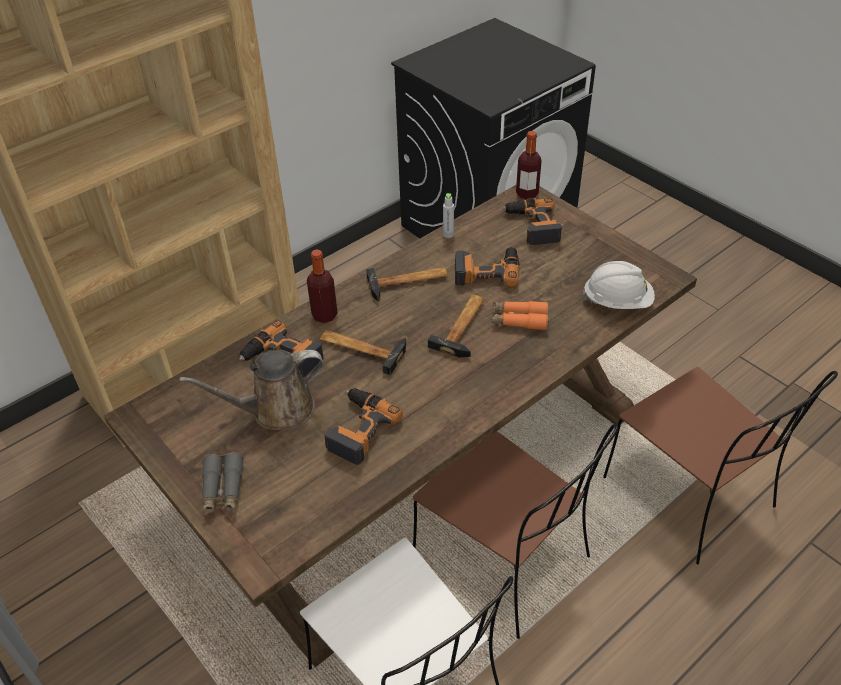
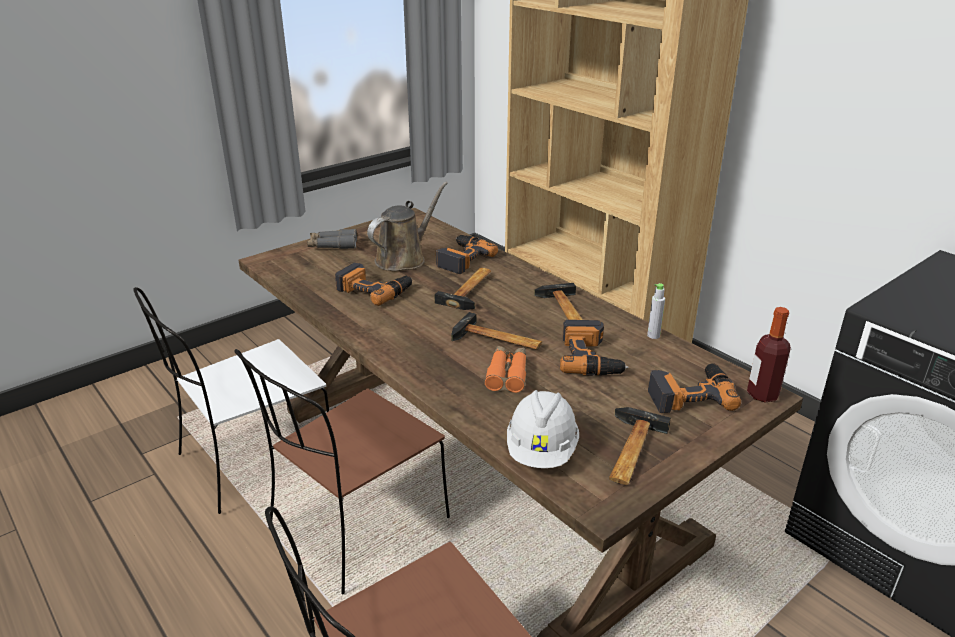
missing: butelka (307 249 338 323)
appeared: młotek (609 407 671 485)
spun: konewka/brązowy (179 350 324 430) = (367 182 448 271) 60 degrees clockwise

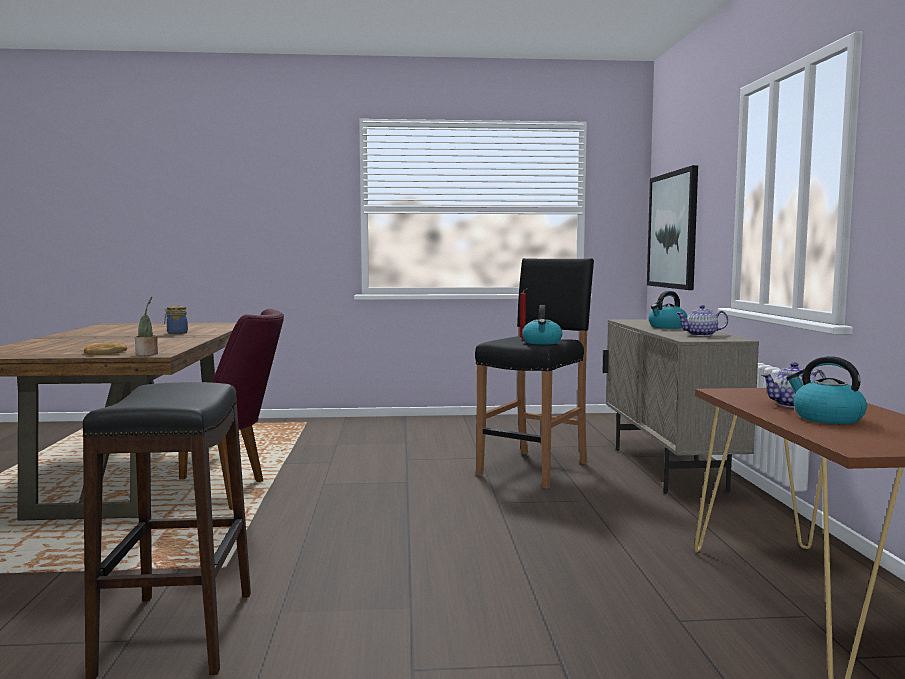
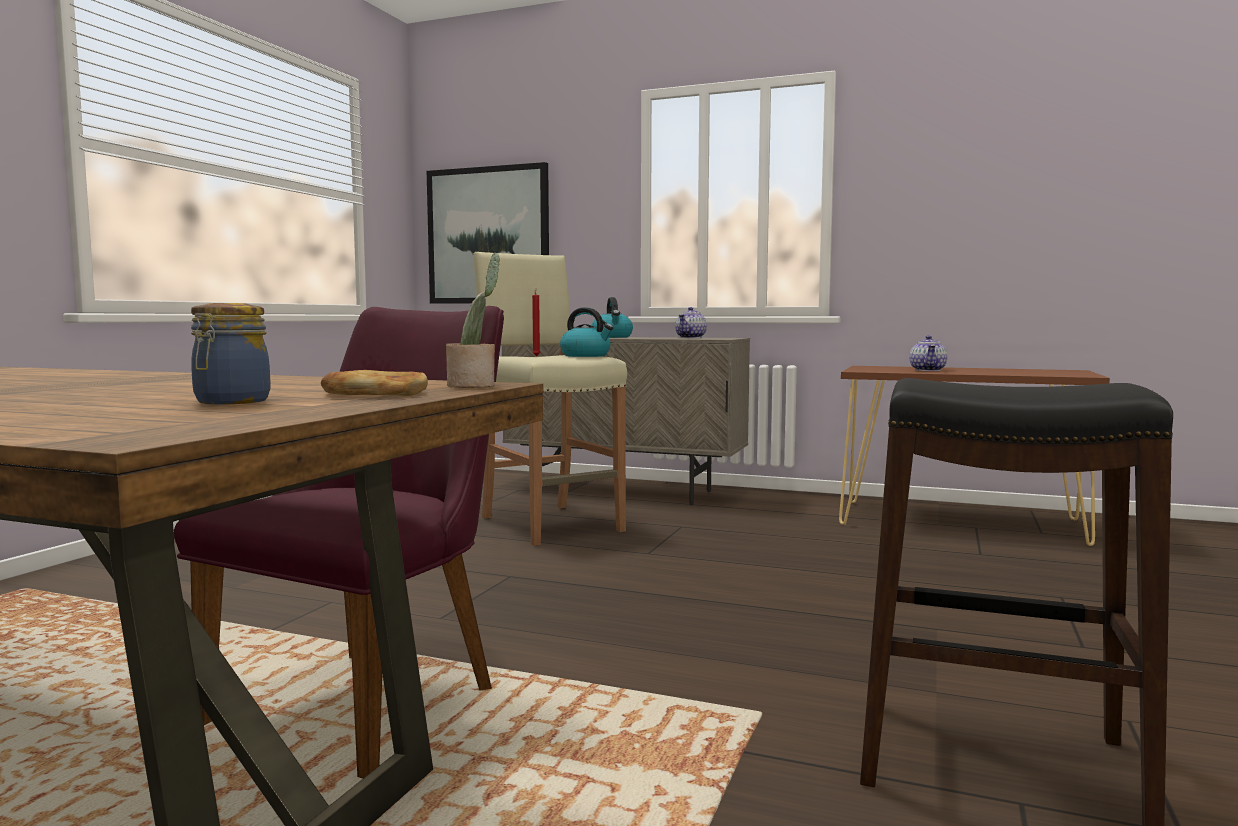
missing: czajnik (786 356 867 424)
relocated: słoik (164 306 188 334) to (191 303 270 405)
colour: stołek/czarny (475 258 594 488) to stołek/beżowy (473 252 627 546)

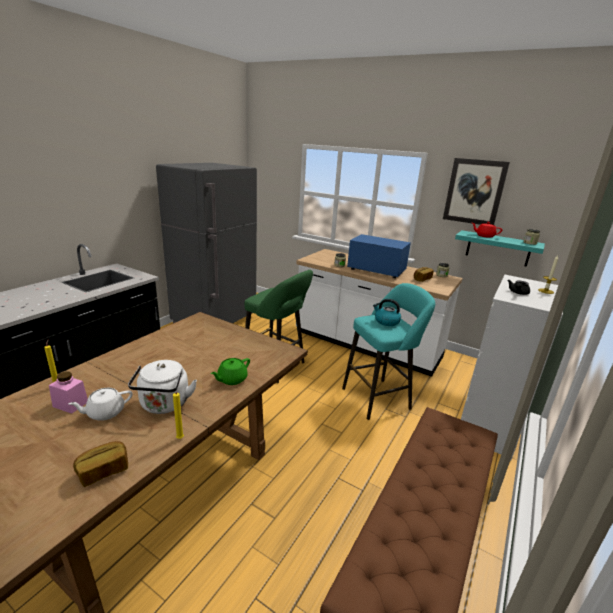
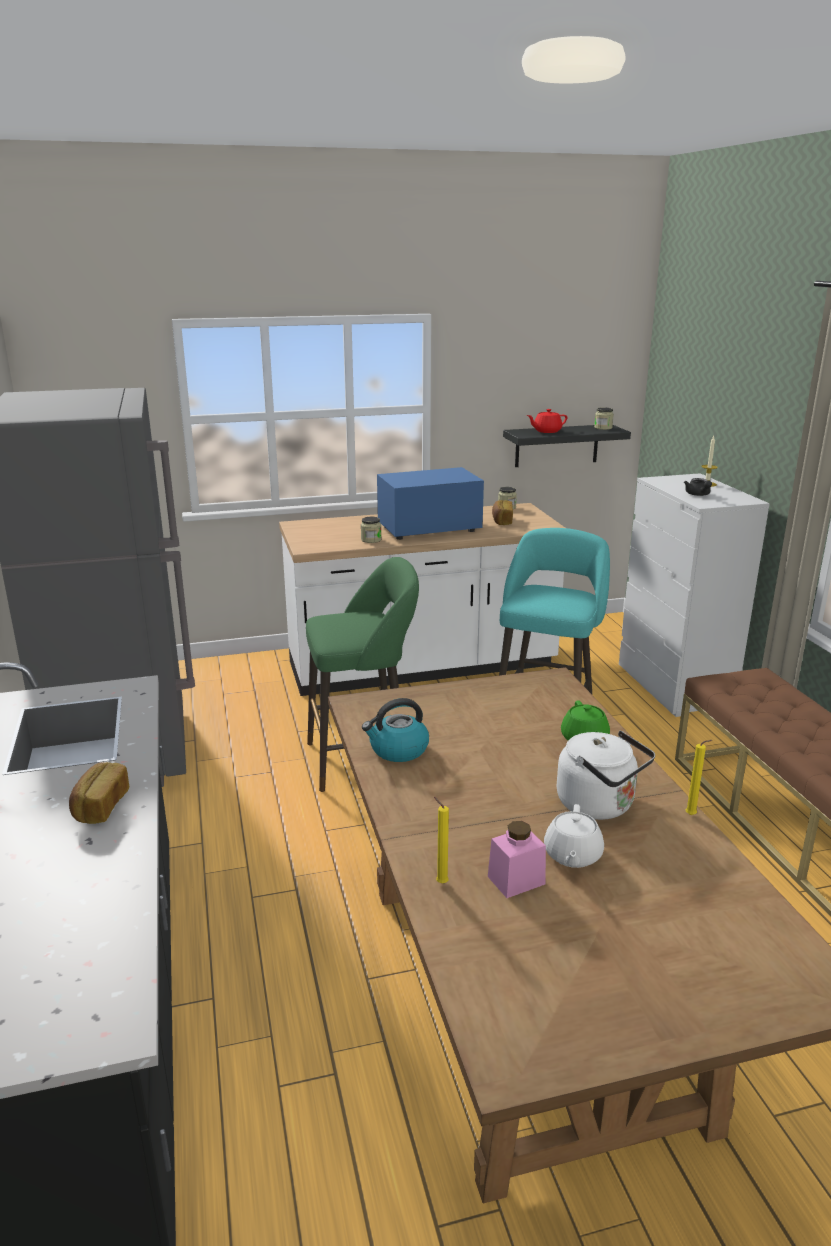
missing: obraz (443 158 510 225)
relocated: chleb (73 441 128 487) to (69 762 129 824); czajnik (373 299 401 326) to (362 698 429 762)
colour: półka/turkusowy (455 230 545 267) to półka/czarny (503 425 631 467)

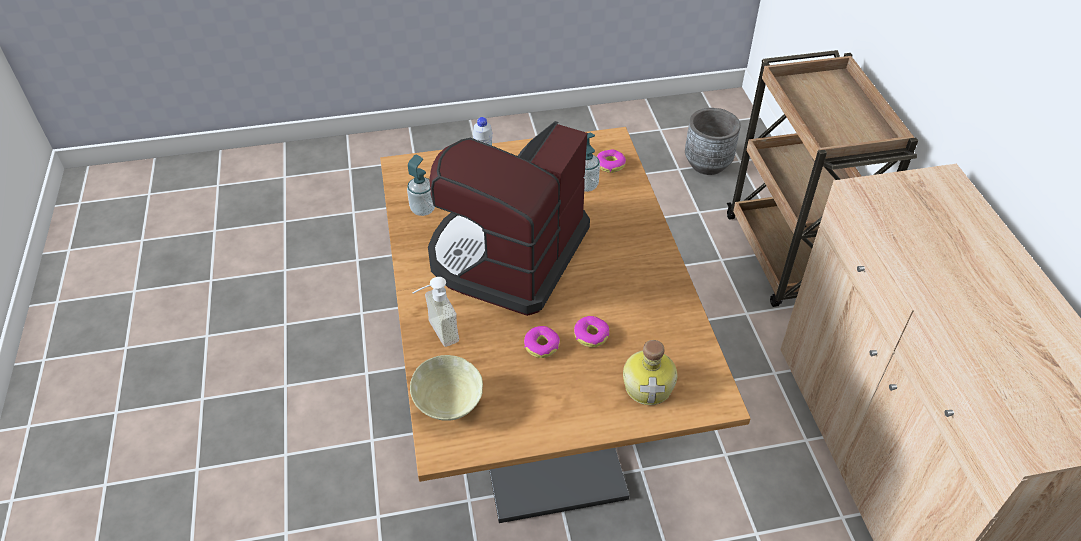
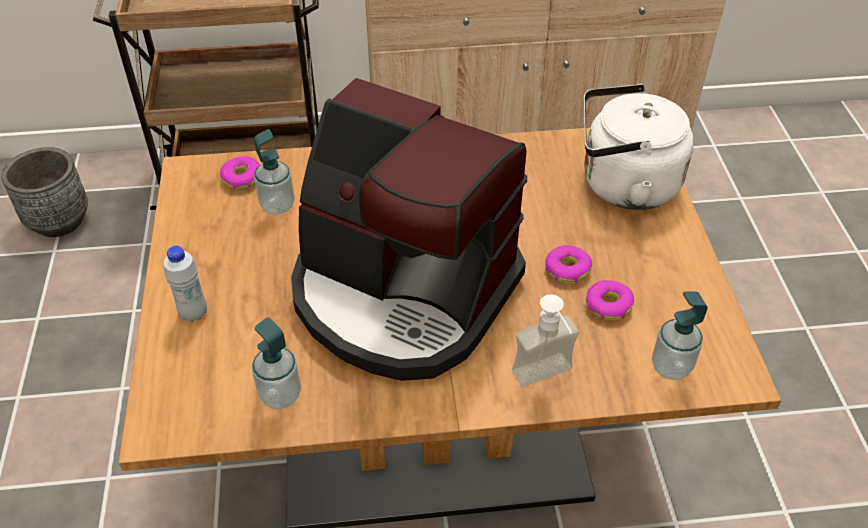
relocated: donut (574 316 609 347) to (586 280 634 321)
exchanged: miska/beżowy (410 355 483 421) to dozownik mydła (652 291 708 380); butelka (623 340 677 405) to czajnik/biały (584 84 694 210)

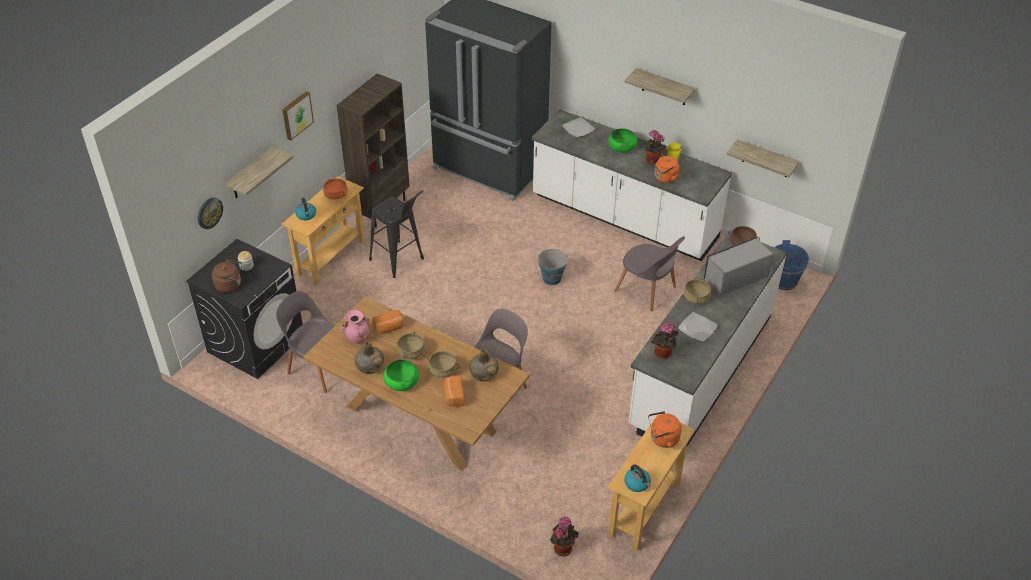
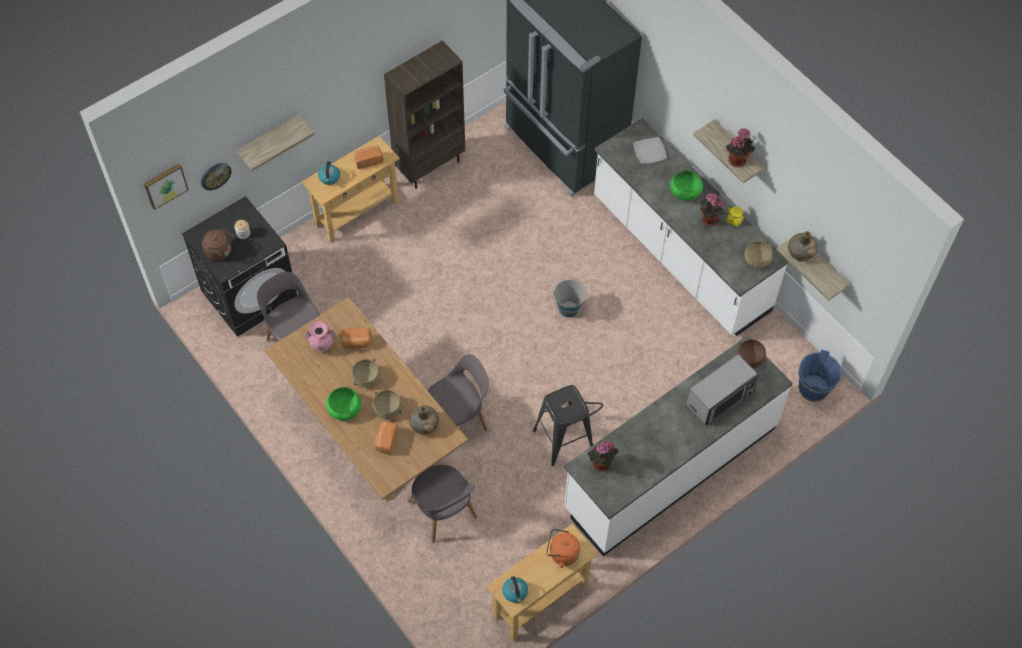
missing: czajnik/pomarańczowy (651 155 679 183); talerz (678 312 718 342)
relocated: obraz (282 91 314 140) to (144 164 189 210); butelka/zielony (355 341 384 374) to (788 231 818 261); stołek/czarny (369 190 424 278) to (533 385 603 466); roślina doniczkowa (550 516 579 557) to (726 128 755 167); krzesło/szary (615 236 685 311) to (408 465 477 543); garnek/beżowy (683 279 711 304) to (744 241 772 268)
exchanged: garnek/pomarańczowy (323 178 348 200) to chleb (354 146 384 169)
spun: mikrofalówka (704 237 773 296) = (687 354 759 425) 150 degrees clockwise

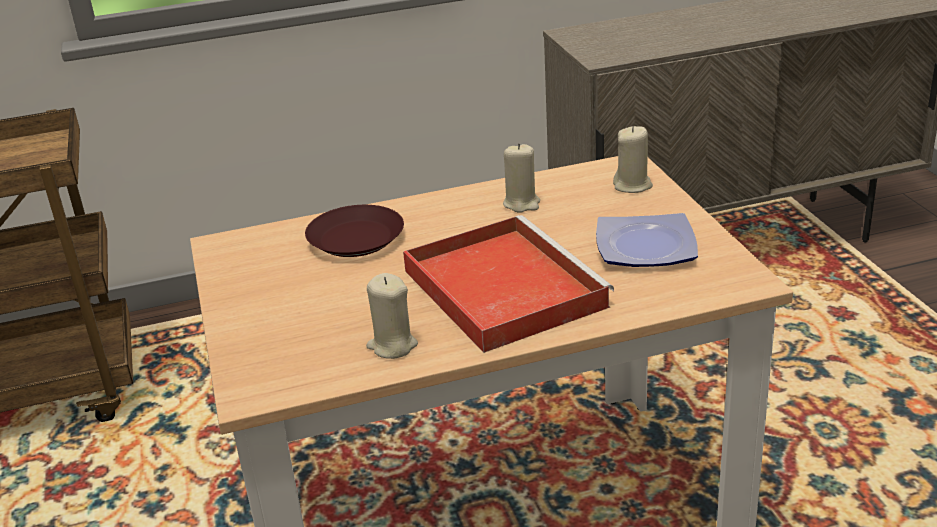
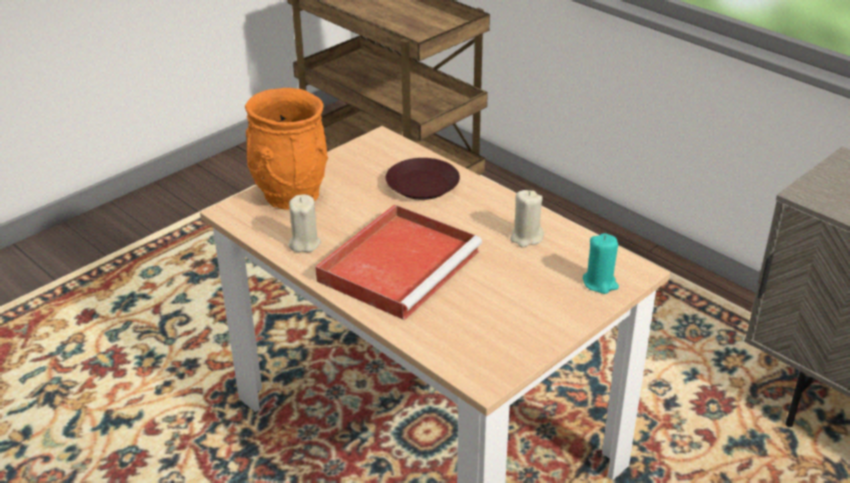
missing: talerz (596 213 698 267)
appeared: wazon/pomarańczowy (245 88 328 210)
colour: świeca/beżowy (613 126 653 193) to świeca/turkusowy (583 233 619 294)

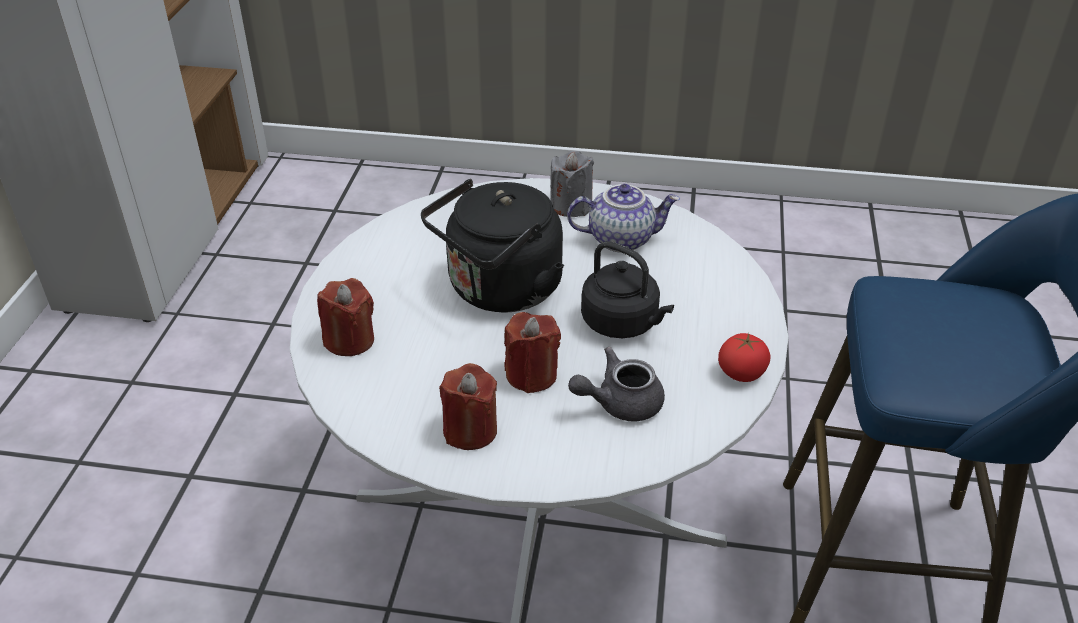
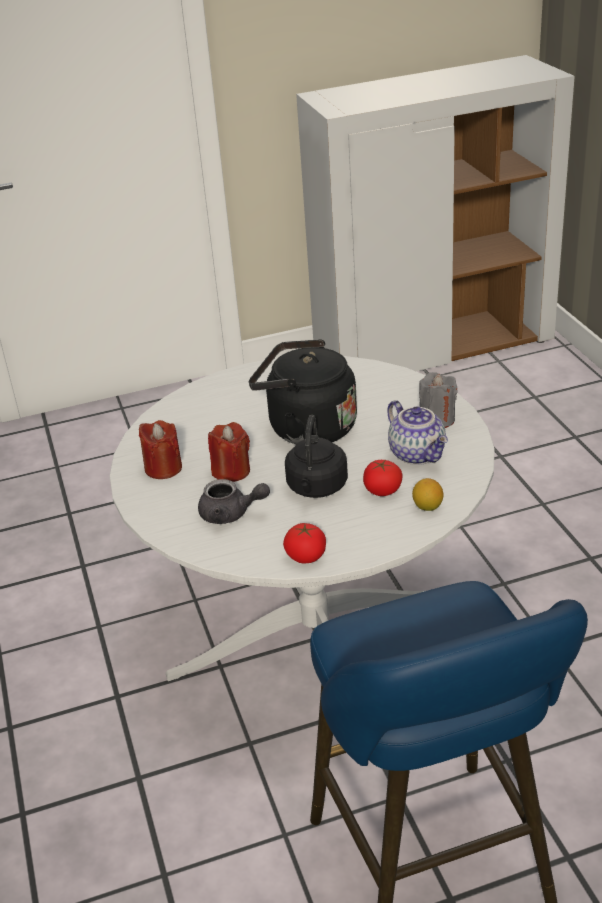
missing: świeca/czerwony (317 278 374 356)
appeared: pomidor (363 460 403 496); cytryna (412 478 443 511)
spun: imbryk/szary (568 347 665 421) = (198 479 270 524) 150 degrees clockwise

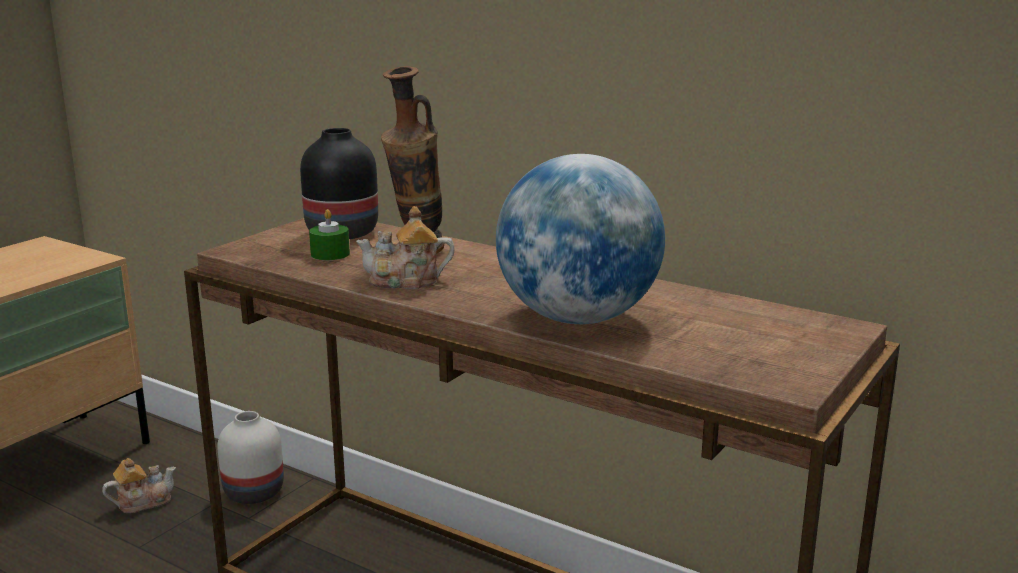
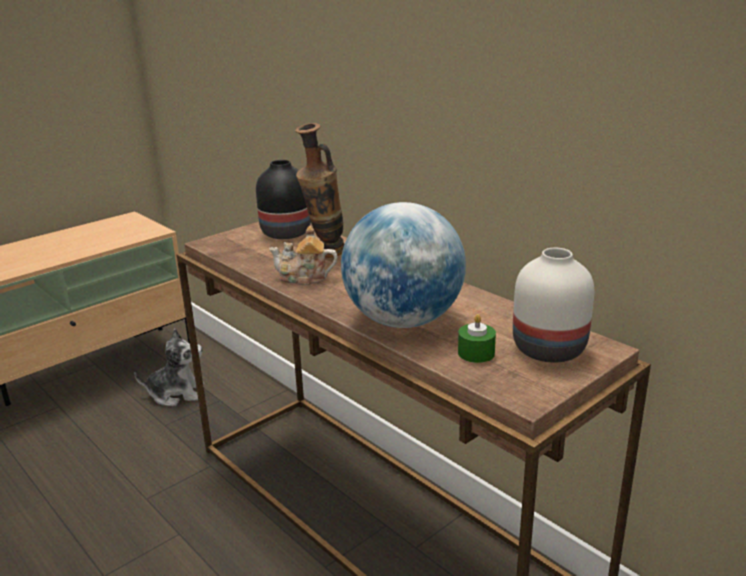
relocated: wazon/biały (218 411 284 504) to (513 248 594 363); świeca/zielony (309 209 350 260) to (458 314 496 363)
exchanged: imbryk (102 458 176 513) to pluszak (134 328 204 406)

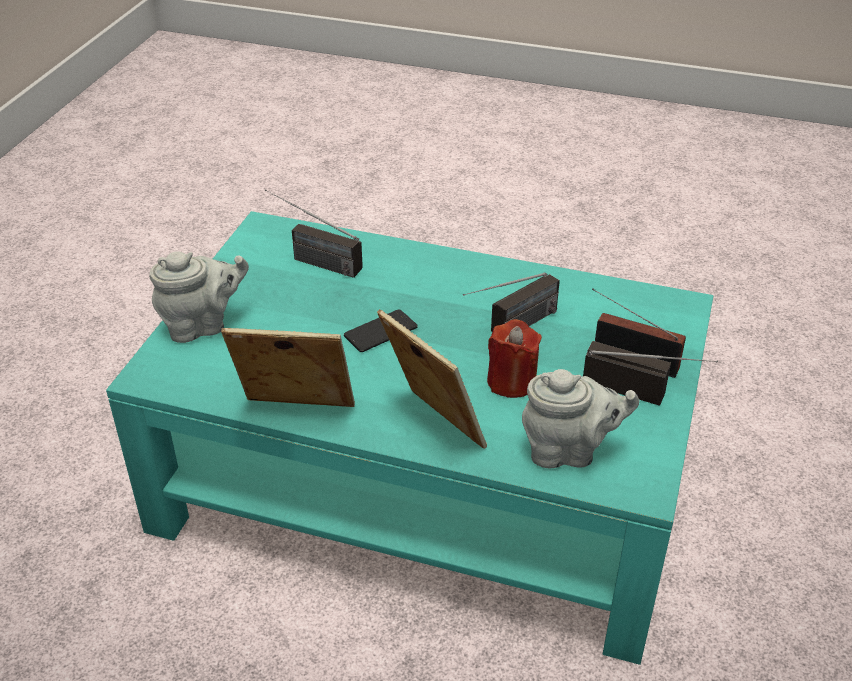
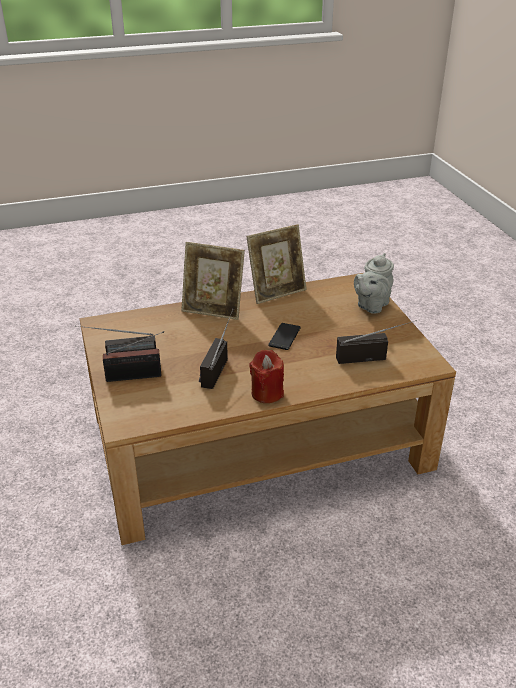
missing: imbryk/szary (522 369 640 469)
relocated: świeca/czerwony (487 319 542 398) to (249 350 284 403)
colour: ława/turkusowy (106 211 714 665) to ława/brązowy (80 273 456 545)

